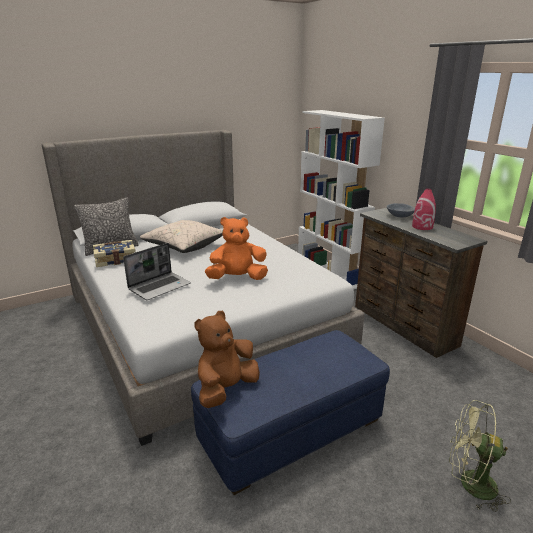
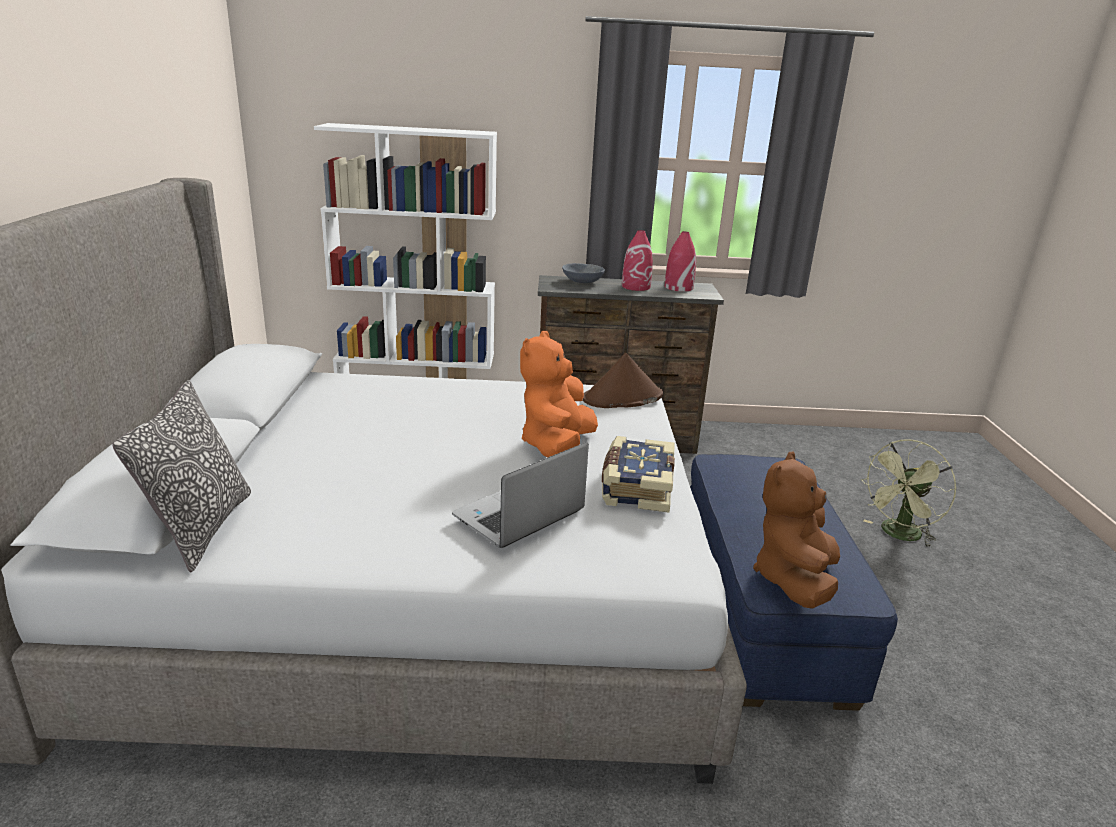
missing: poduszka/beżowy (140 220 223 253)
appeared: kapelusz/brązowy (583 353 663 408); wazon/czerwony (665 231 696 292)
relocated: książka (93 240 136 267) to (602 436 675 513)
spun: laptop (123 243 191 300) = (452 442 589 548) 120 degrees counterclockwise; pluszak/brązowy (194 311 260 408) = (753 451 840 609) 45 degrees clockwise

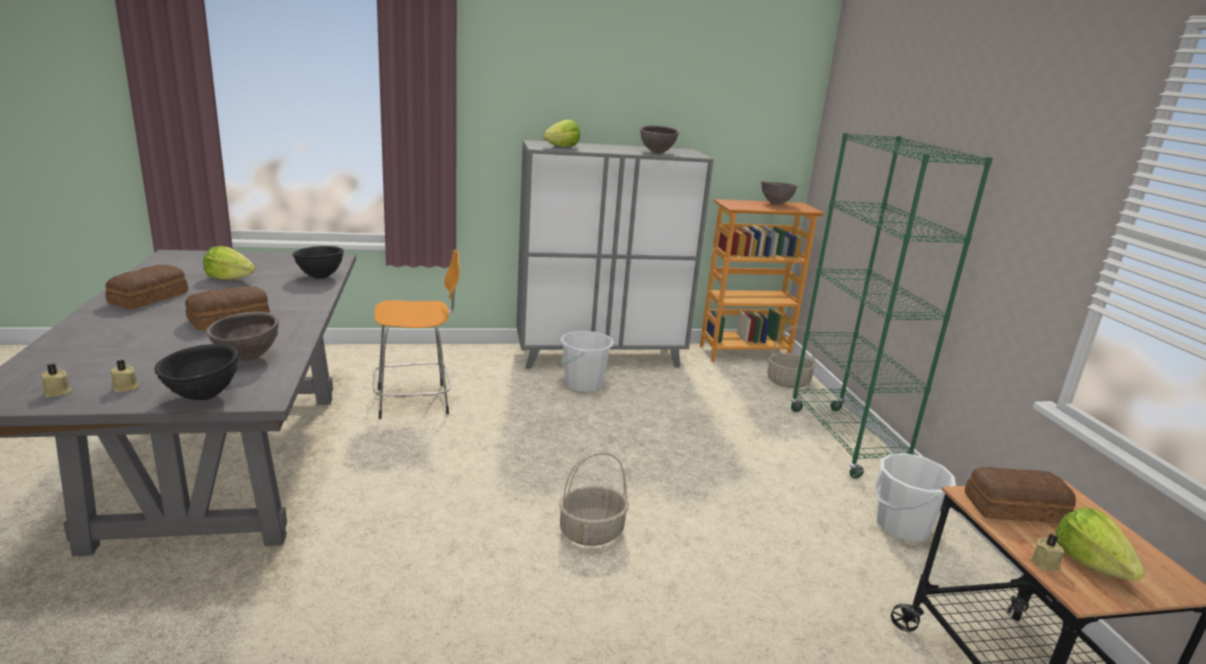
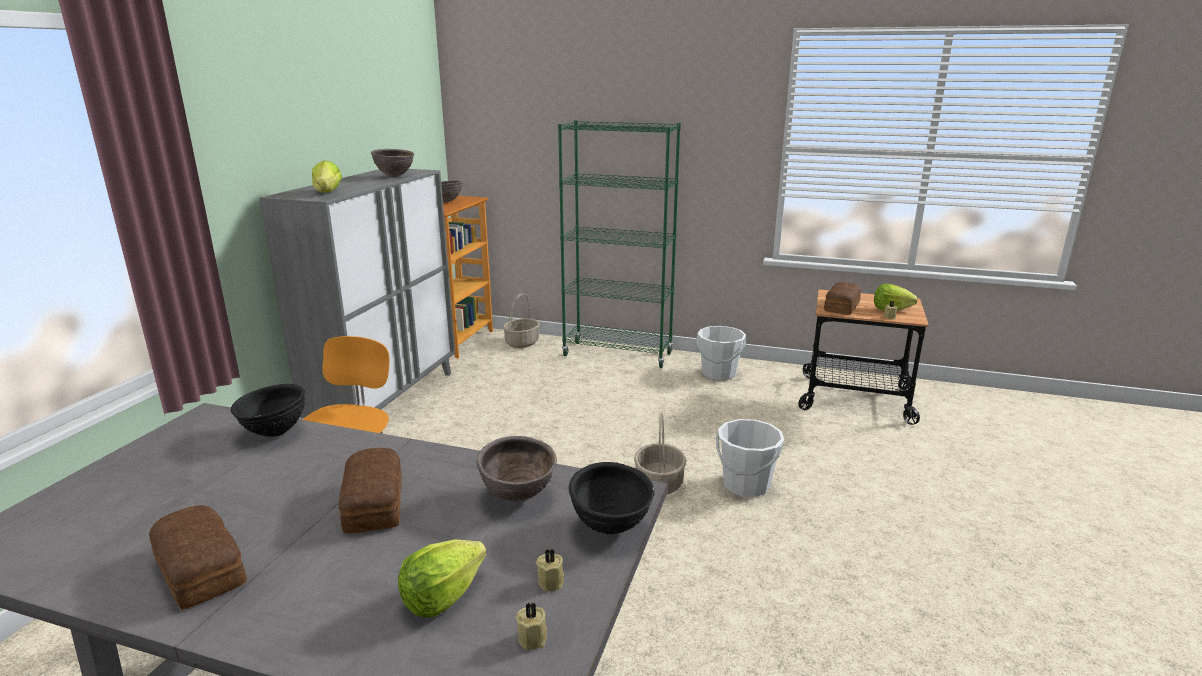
relocated: sałata (203 246 255 280) to (398 539 487 618); wiadro/biały (561 330 614 392) to (716 419 784 497)

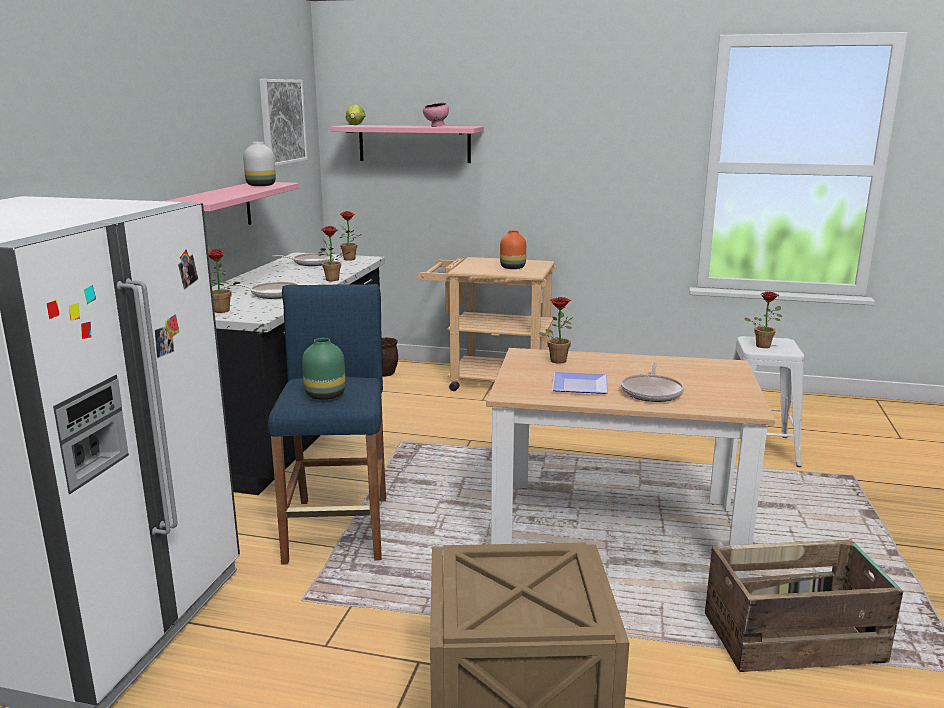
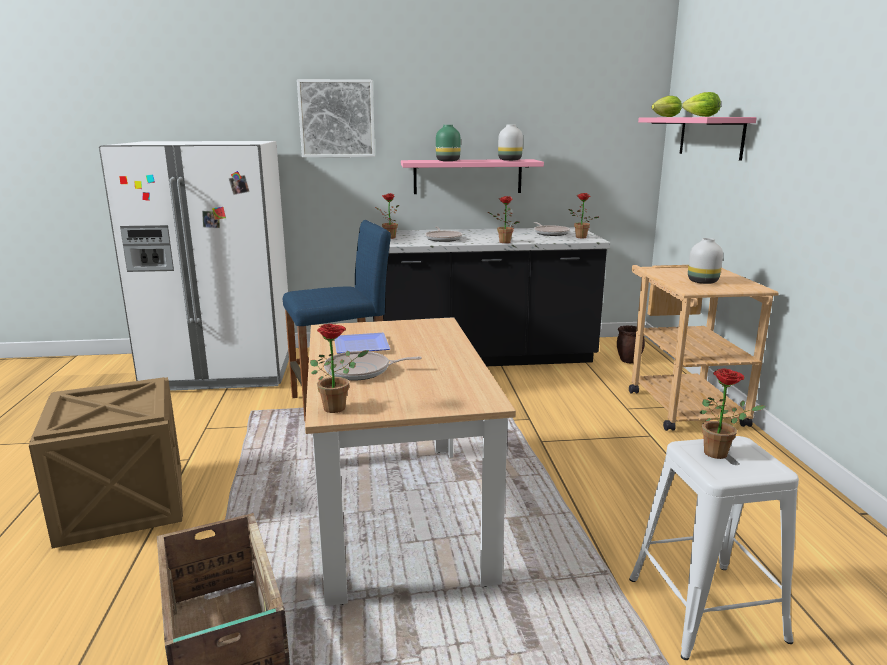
relocated: obraz (260 79 308 166) to (297 79 375 157); wazon/zielony (302 338 345 400) to (436 125 461 161); roślina doniczkowa (539 297 573 364) to (310 324 369 413)
exchanged: miska/różowy (423 103 449 127) to sałata (682 92 721 117)
colour: wazon/pomarańczowy (500 230 526 269) to wazon/biały (688 238 723 284)

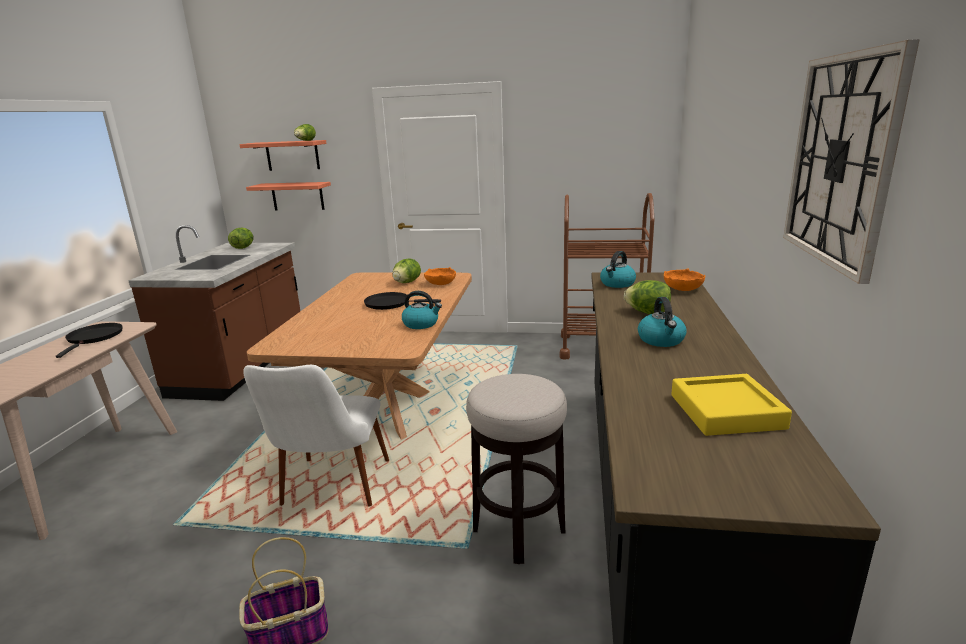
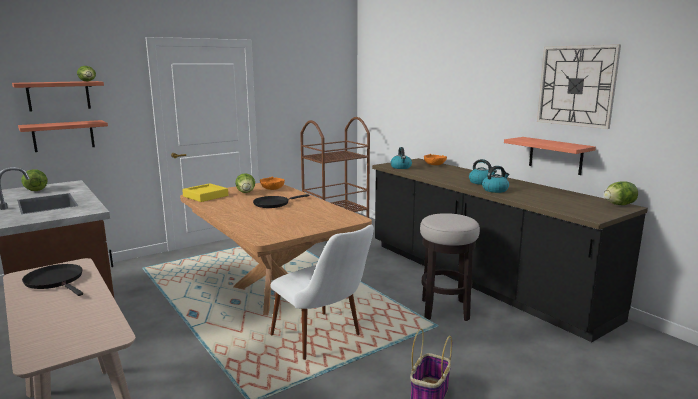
appeared: półka (504 137 596 175)
relocated: czajnik (402 291 442 329) to (482 166 509 193); sałata (624 280 671 314) to (604 181 638 205); taca/żółty (671 374 792 436) to (182 183 228 202)

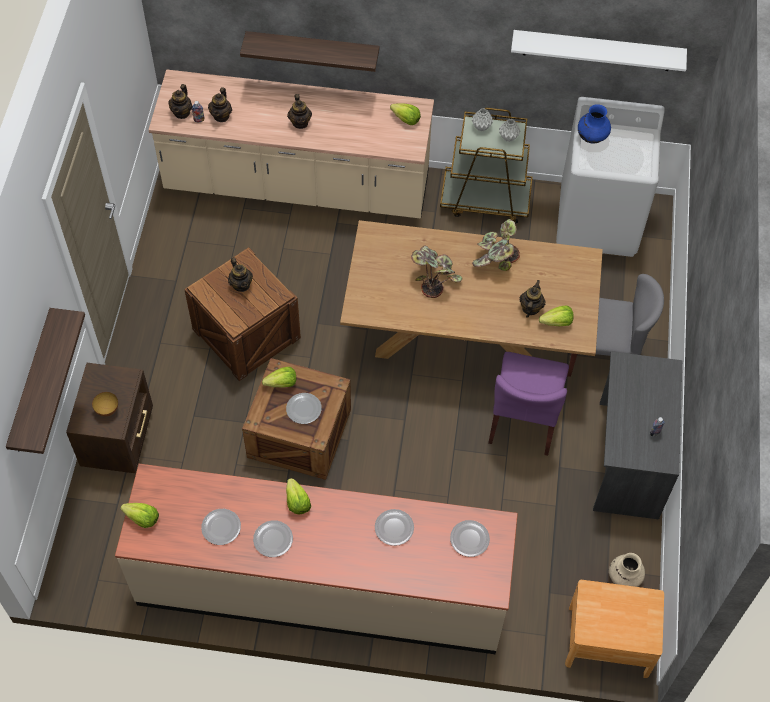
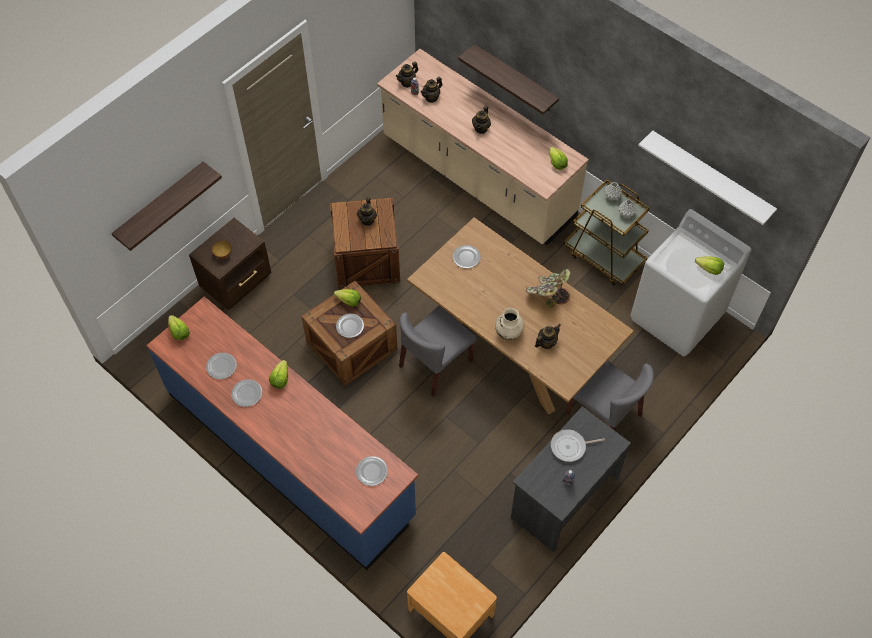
missing: roślina doniczkowa (411 245 462 298); krzesło/fioletowy (488 352 569 456); wazon/niebieski (578 104 611 144)
appeared: krzesło/szary (399 306 477 397); patelnia (551 429 605 462)
relocated: talerz (375 509 414 546) to (453 245 481 268); sałata (539 306 574 326) to (695 256 724 275); wazon/beżowy (609 553 645 587) to (495 308 524 340)
colour: zabudowa kuchenna/beżowy (115 464 518 654) to zabudowa kuchenna/niebieski (146 296 418 570)

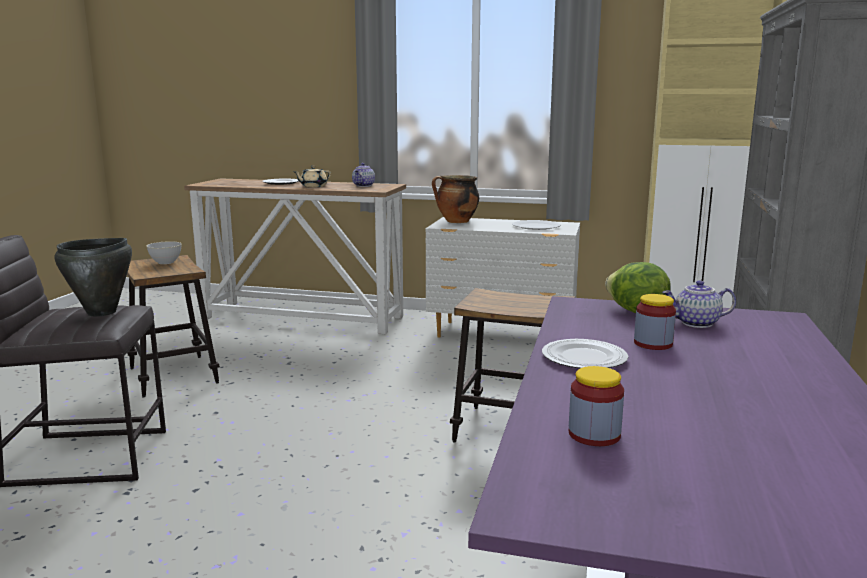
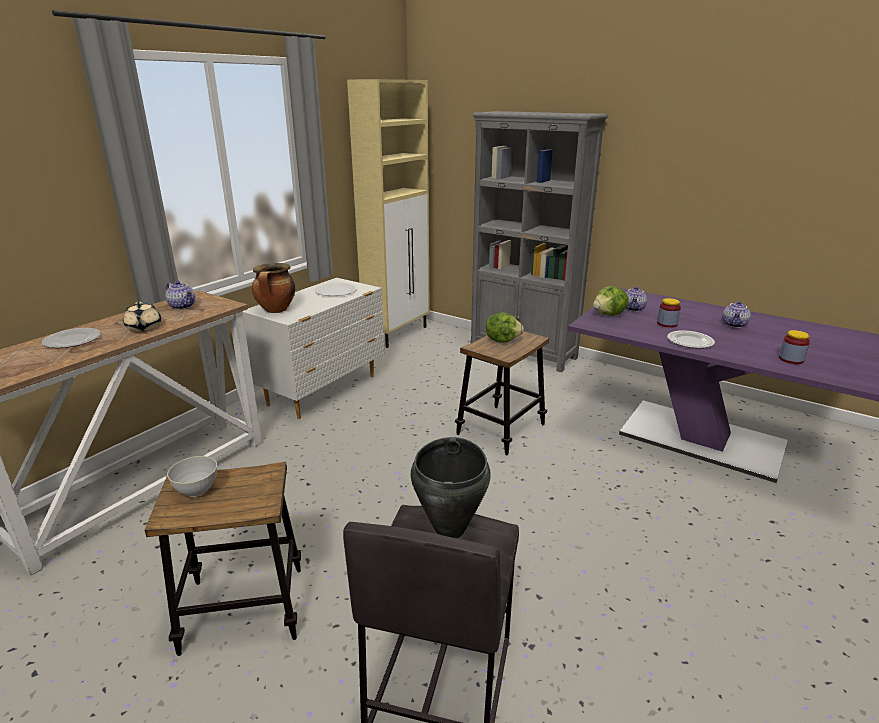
appeared: sałata (486 312 524 343); imbryk (722 301 751 328)

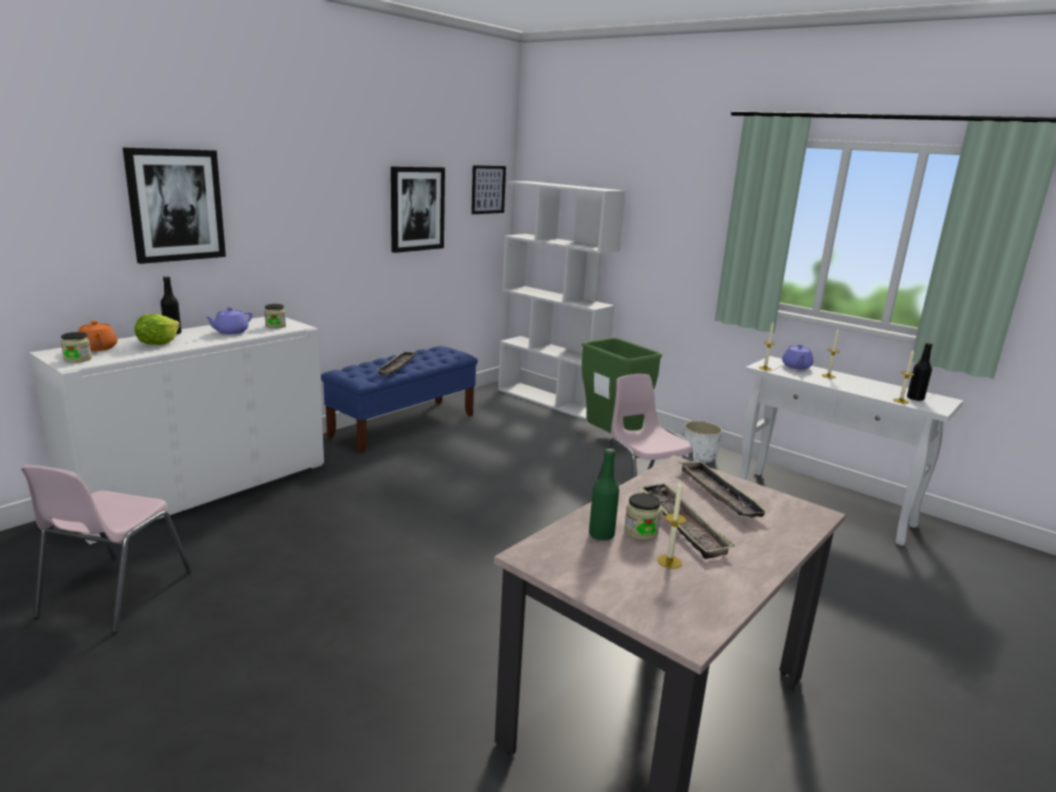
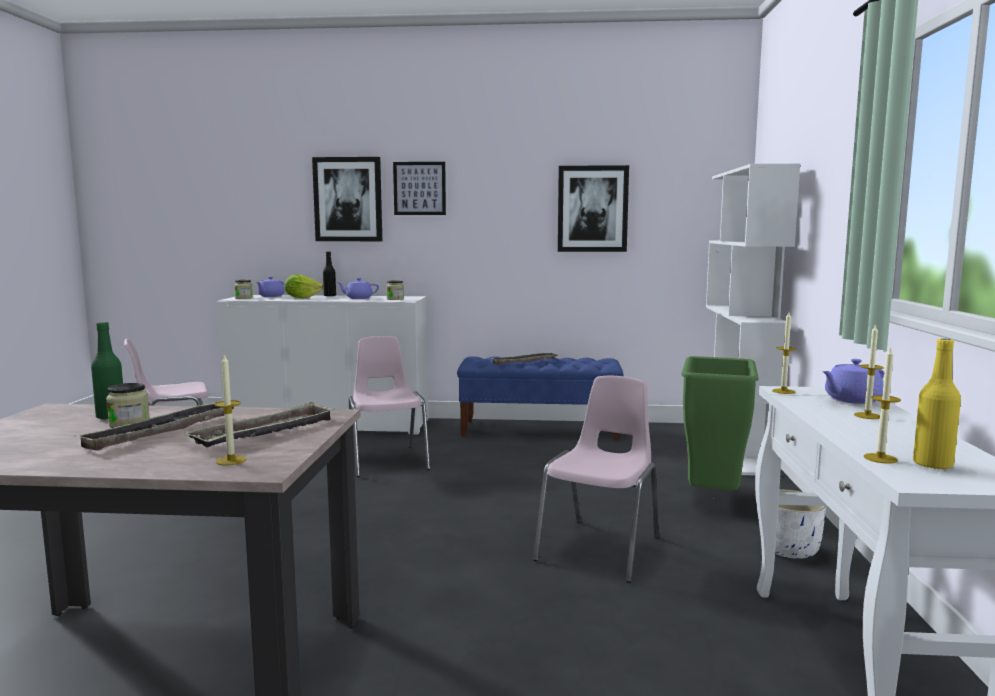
appeared: krzesło/różowy (349 336 430 477)
relocated: obraz (471 165 506 214) to (393 162 446 215); świeca (657 481 686 569) to (214 354 247 465)
colour: imbryk/pomarańczowy (78 321 118 351) to imbryk/fioletowy (256 276 285 297); butelka/czarny (907 342 933 401) to butelka/żółty (913 338 961 470)

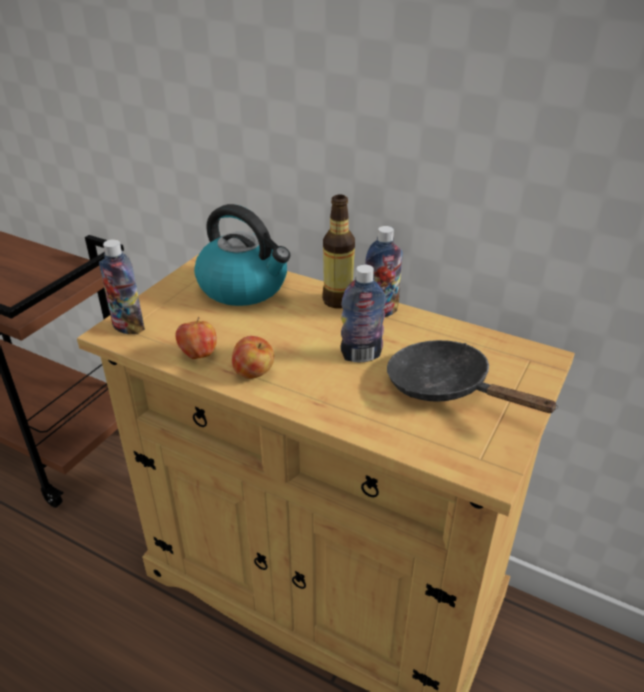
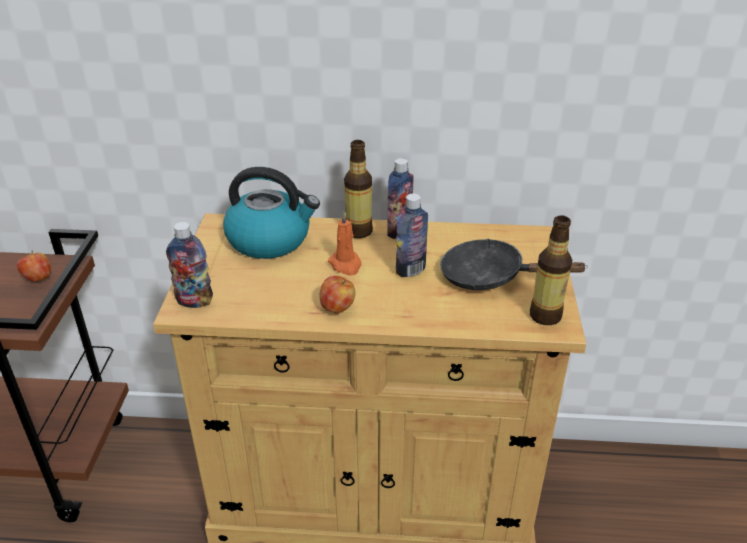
appeared: świeca/pomarańczowy (328 211 362 276); butelka (530 215 572 325)
relocated: jabłko (176 317 217 359) to (17 250 51 282)

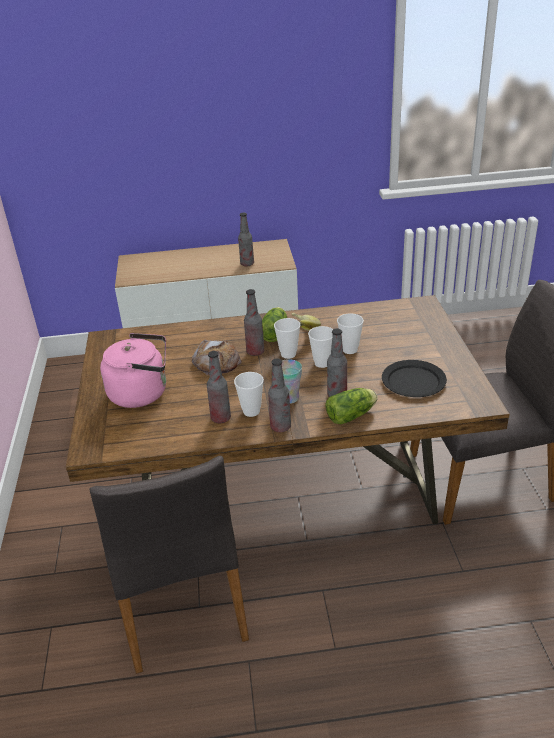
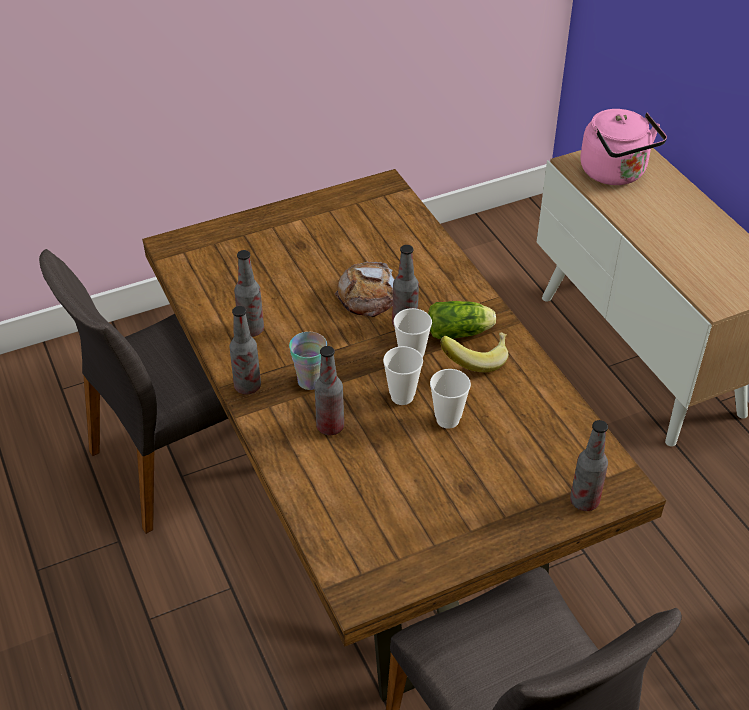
missing: filiżanka (234 372 264 417); sałata (325 388 378 424); talerz/czarny (382 360 447 397)
relocated: czajnik/różowy (100 333 166 408) to (580 109 667 185); butelka (238 213 254 266) to (570 420 608 511)

